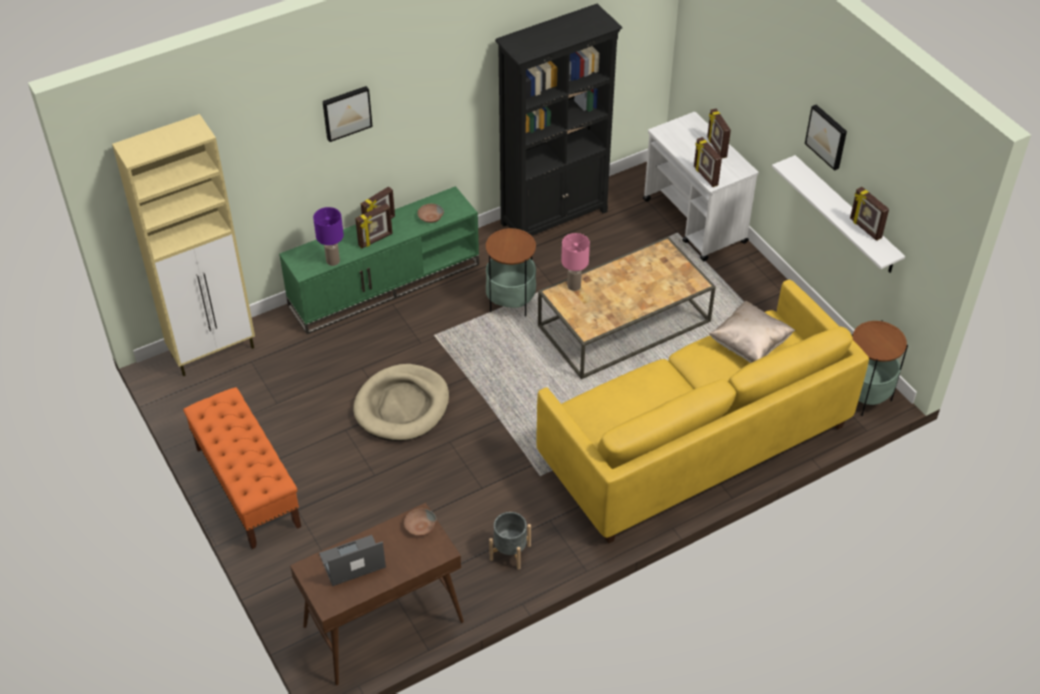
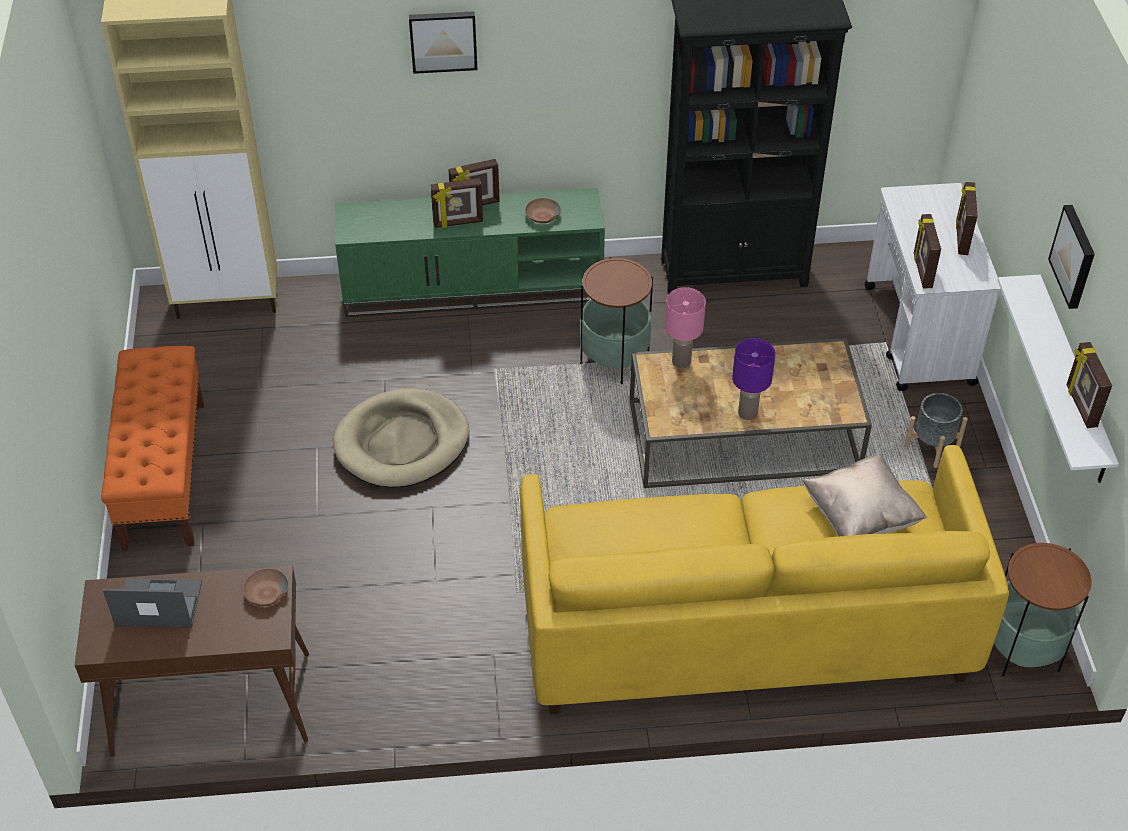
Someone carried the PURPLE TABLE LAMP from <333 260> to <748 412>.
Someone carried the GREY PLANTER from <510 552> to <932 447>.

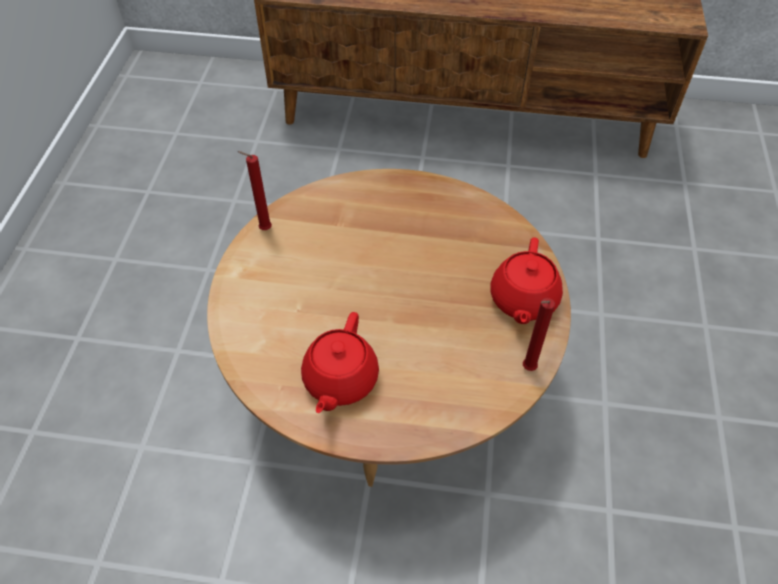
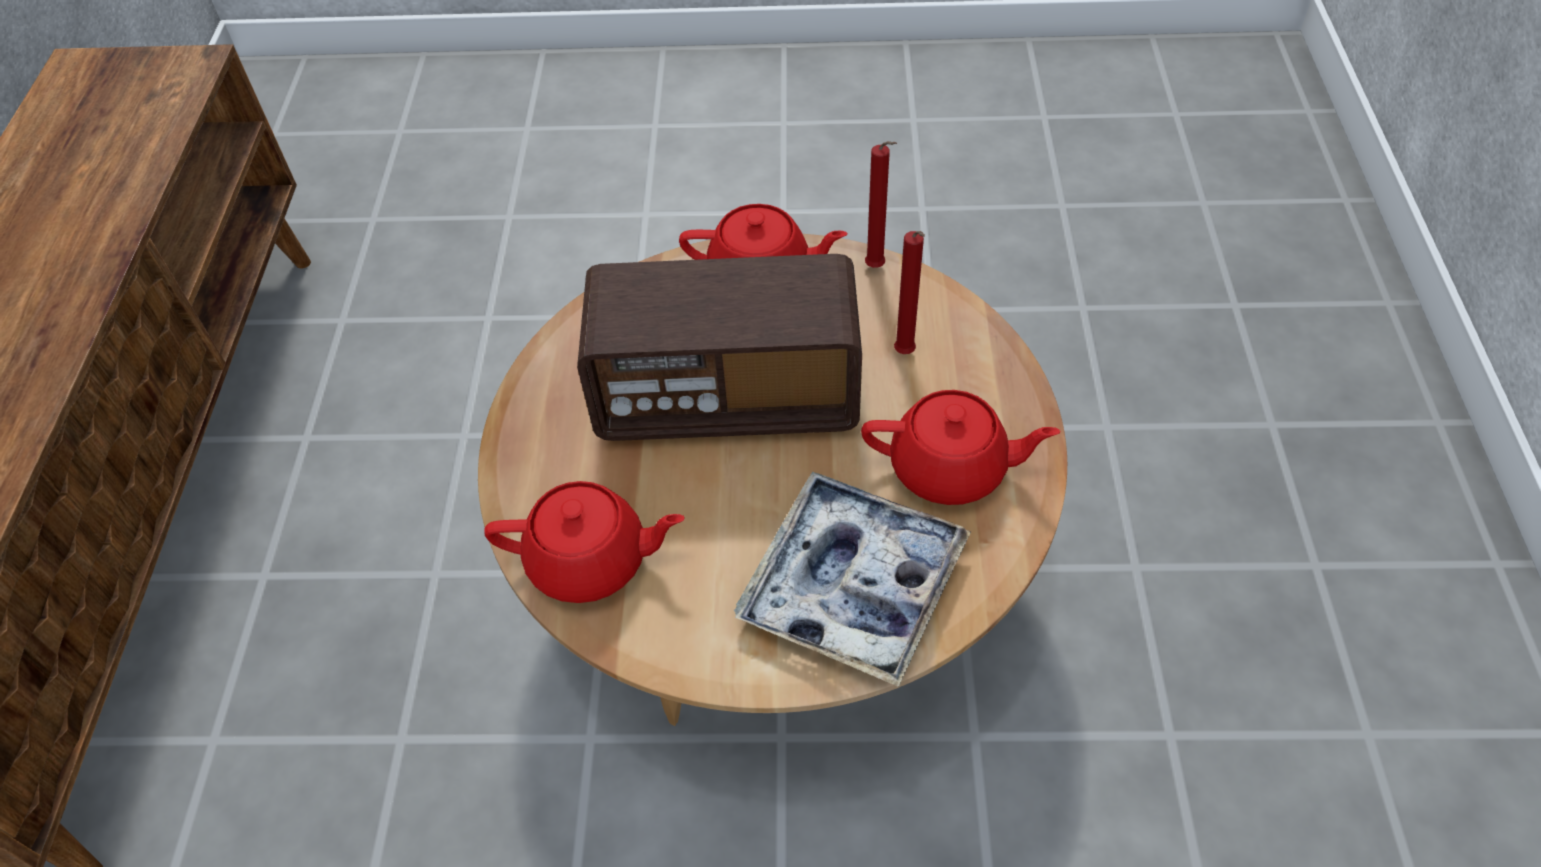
Someone carried the RED CANDLE from <263 229> to <905 355>.
Someone put down the RADIO at <727 397>.
Someone put down the TRAY at <852 586>.
Someone put down the RED TEAPOT at <591 561>.

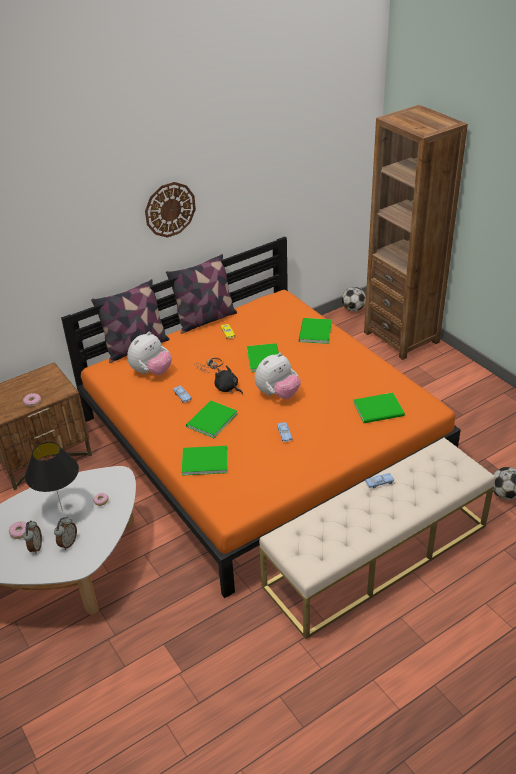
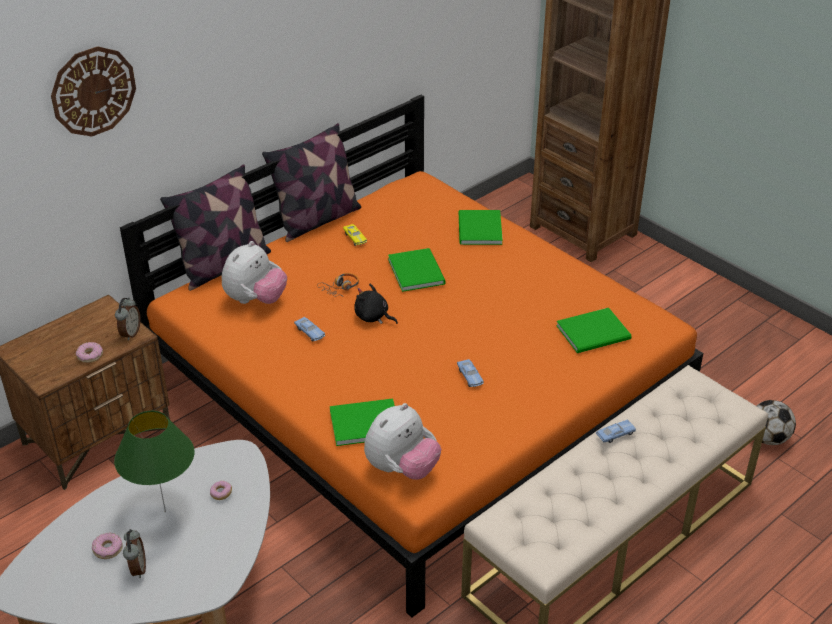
Someone carried the WALL CLOCK from <170 209> to <93 91>.
Someone took away the FOOTBALL at <353 309>.
Someone carried the PLUSH TOY from <277 394> to <402 469>.
Someone took away the GREEN BOOK at <210 420>.
Someone repainted the BLACK TABLE LAMP at <62 510>, which became the GREEN TABLE LAMP at <165 512>.
Someone carried the ALARM CLOCK from <68 543> to <130 333>.

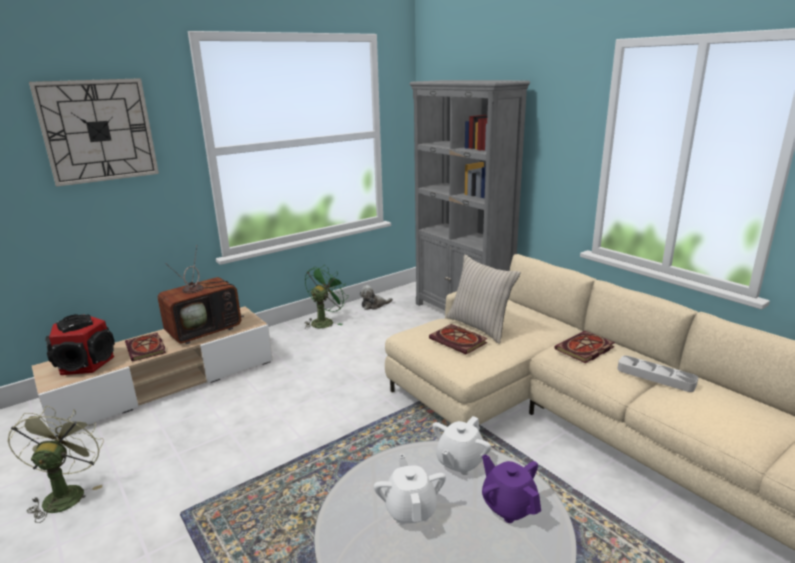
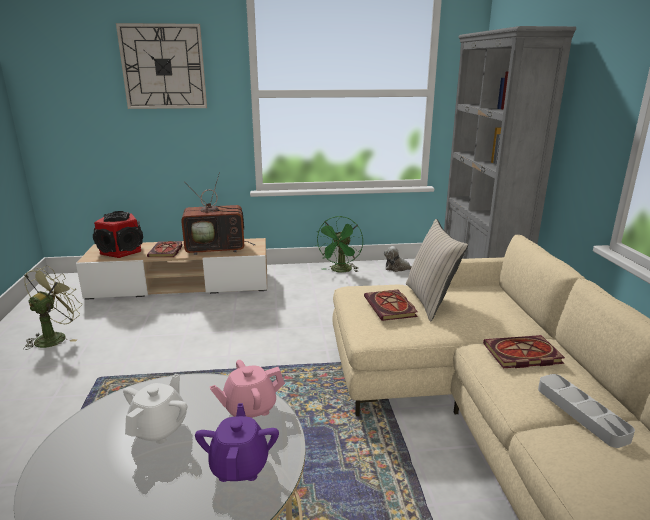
Someone rotated the GREEN FAN at <324 321> by 135 degrees clockwise.
Someone repainted the WHITE TEAPOT at <460 462>, which became the PINK TEAPOT at <249 408>.

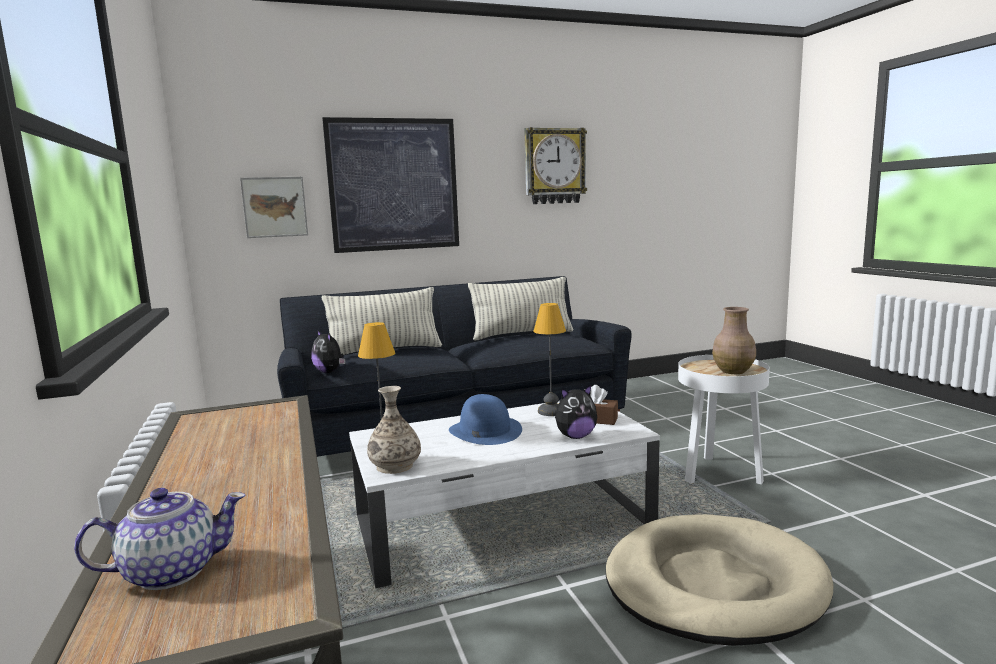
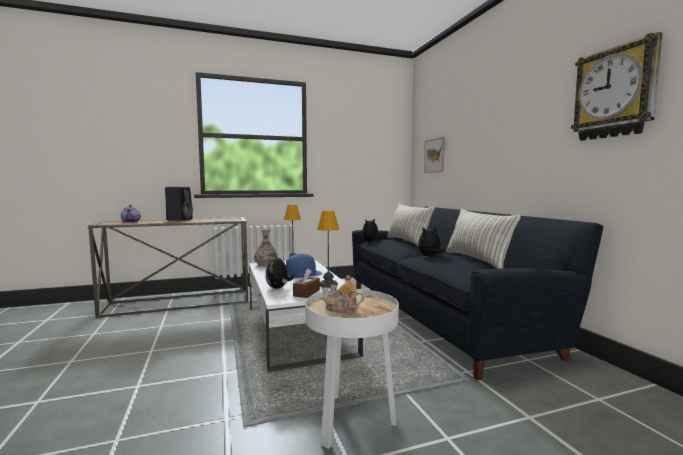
Someone took away the PICTURE at <394 185>.
Someone swapped the BROWN VASE at <733 371> for the TEAPOT at <341 309>.
Someone took away the BEIGE DOG BED at <713 584>.
Someone put down the BLACK SPEAKER at <179 219>.
Someone put down the PLUSH TOY at <430 256>.

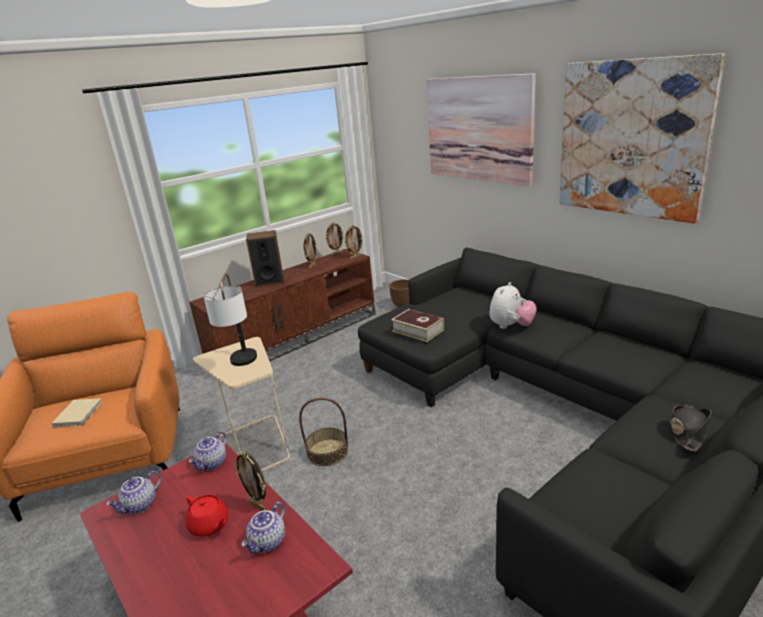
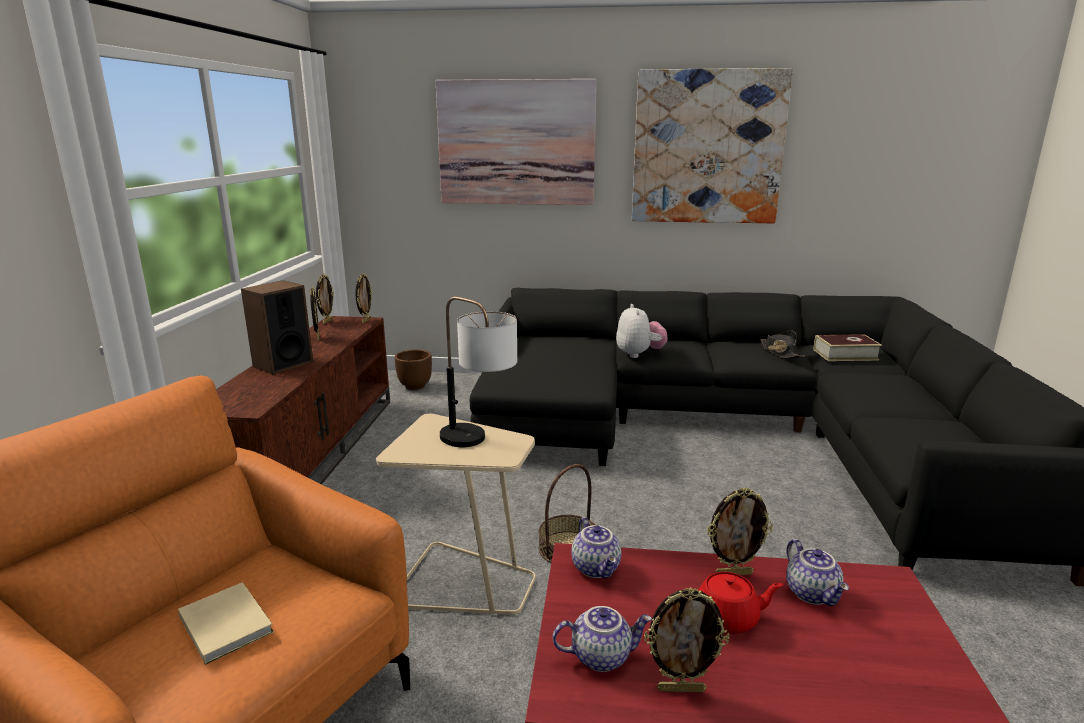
Someone carried the BOOK from <418 330> to <845 355>.
Someone carried the BLACK HAT from <688 431> to <780 352>.
Someone rotated the TEAPOT at <140 505> by 90 degrees counterclockwise.
Someone put down the PICTURE FRAME at <681 689>.

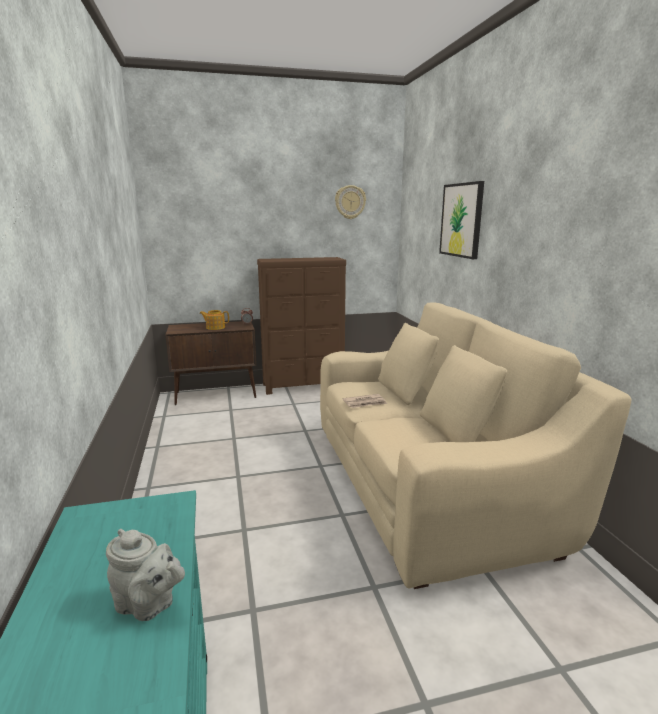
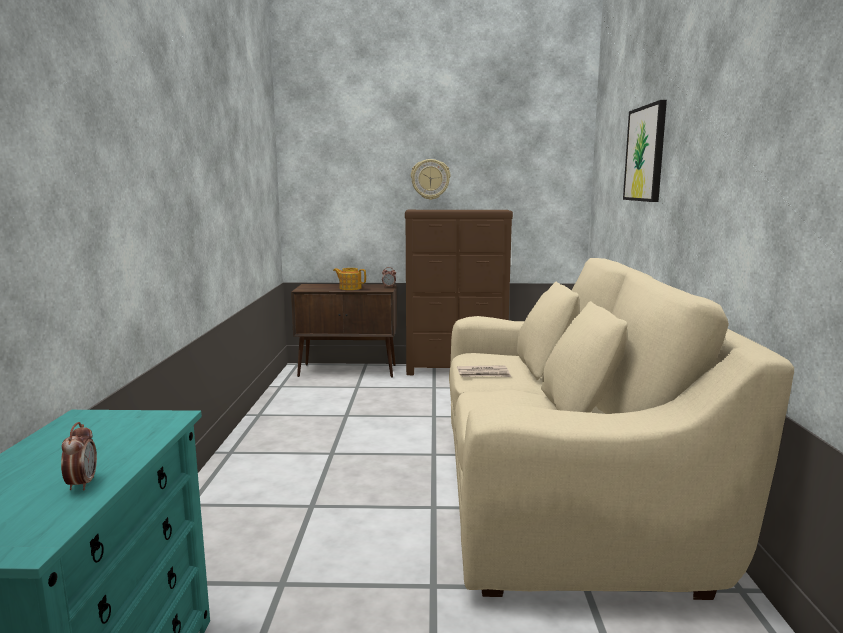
Someone carried the WALL CLOCK from <350 202> to <430 179>.
Someone swapped the GREY TEAPOT at <148 605> for the ALARM CLOCK at <82 484>.

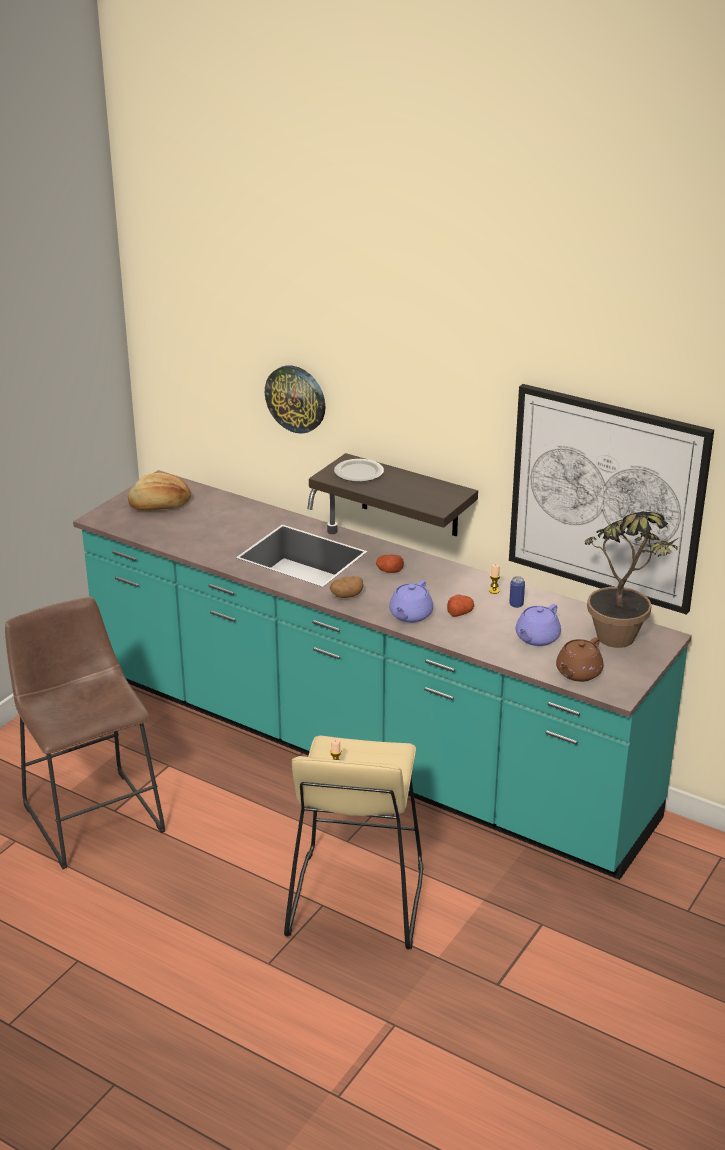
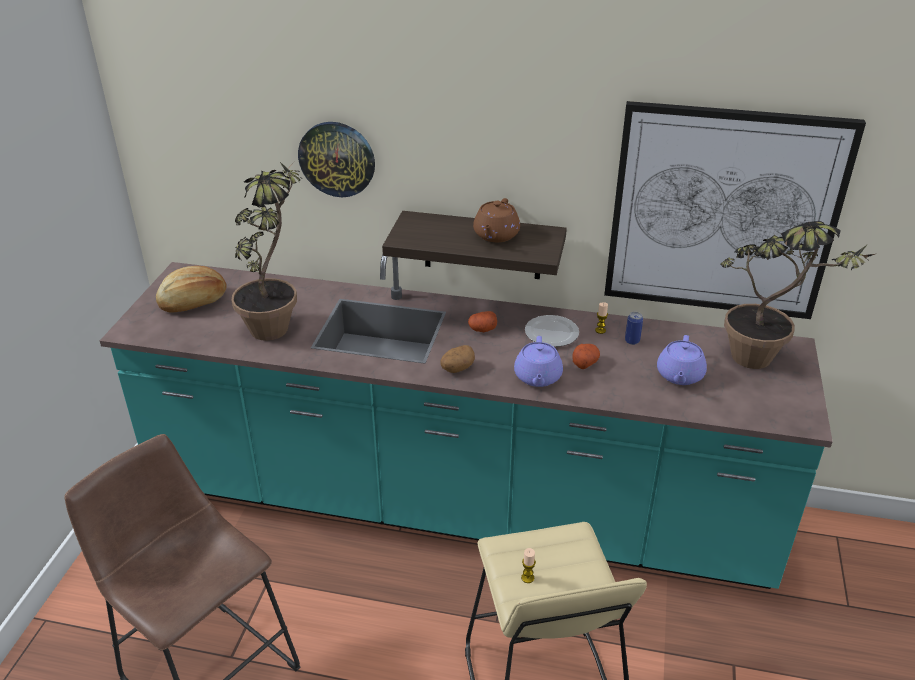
Someone carried the PLATE from <358 473> to <552 334>.
Someone carried the BROWN TEAPOT from <578 673> to <495 235>.
Someone put down the POTTED PLANT at <277 322>.

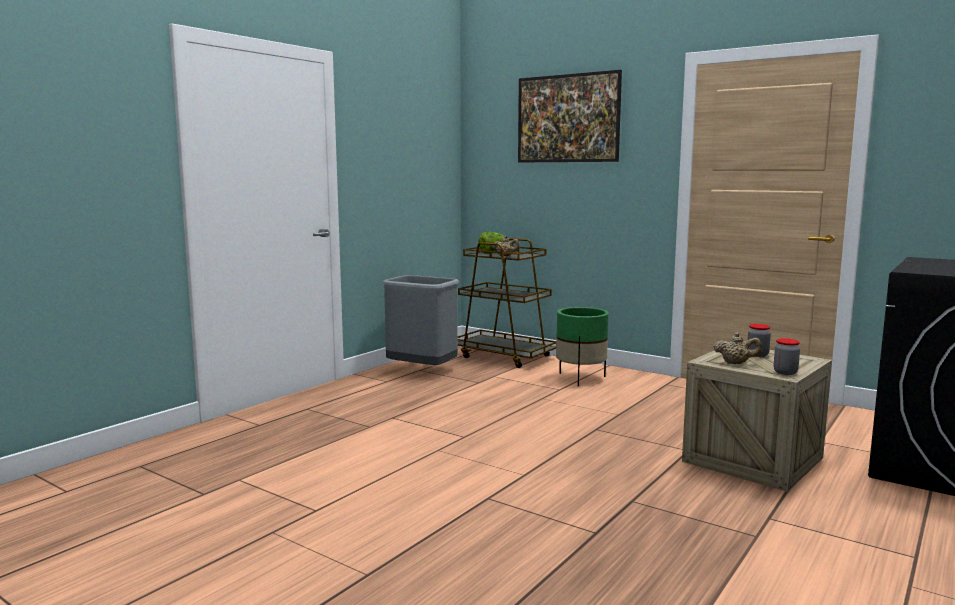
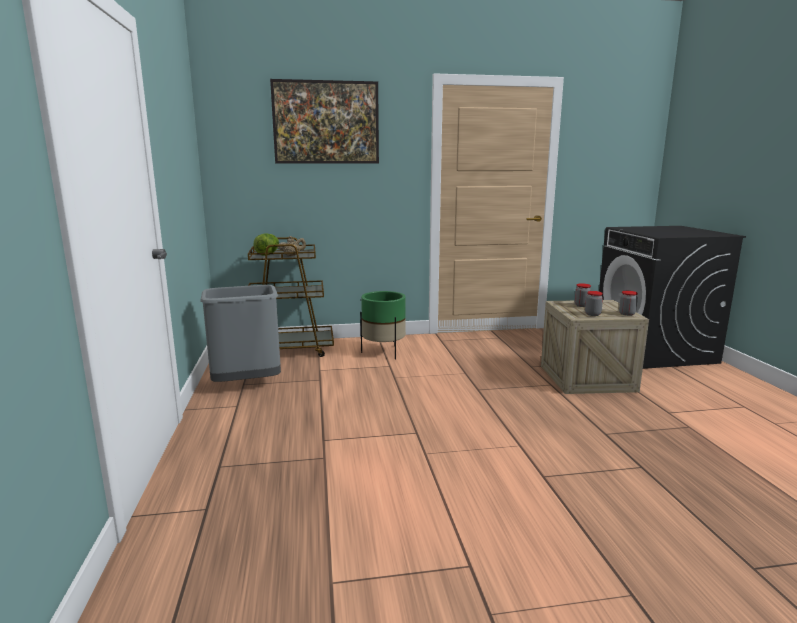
Someone swapped the BEIGE TEAPOT at <736 363> for the JAR at <592 314>.

